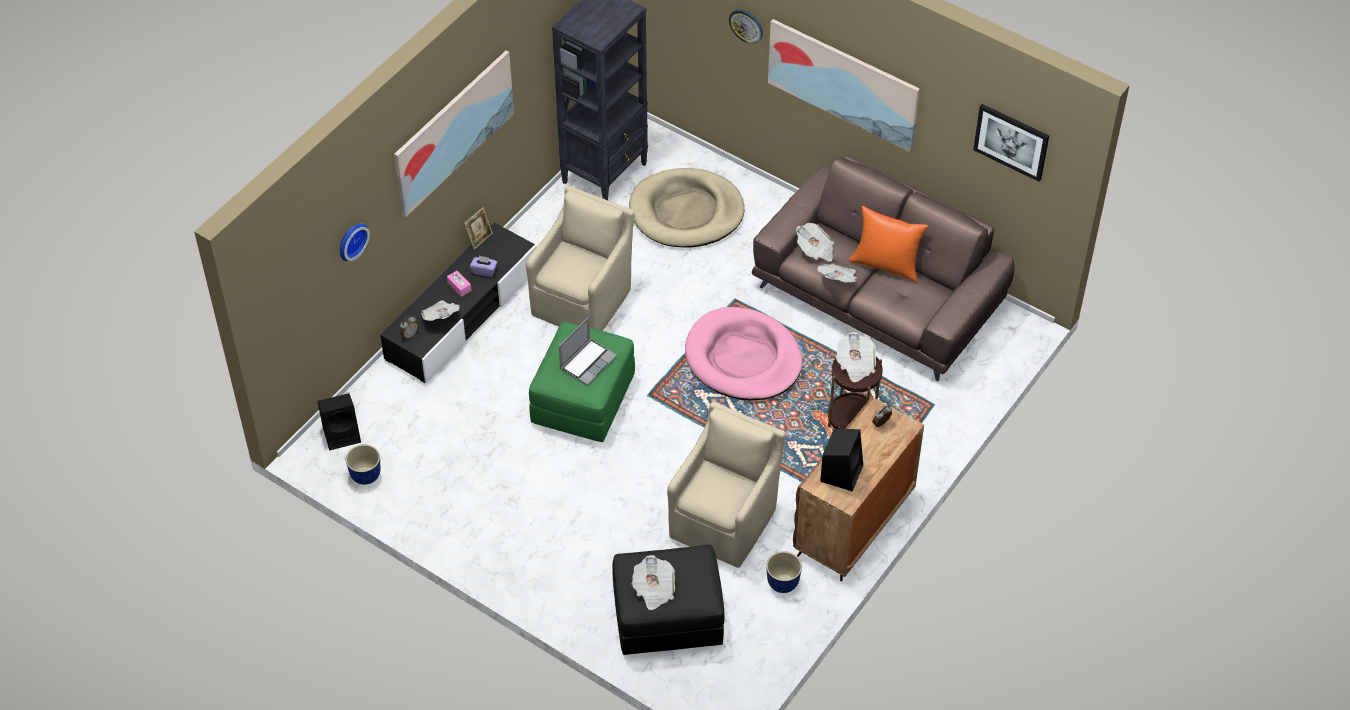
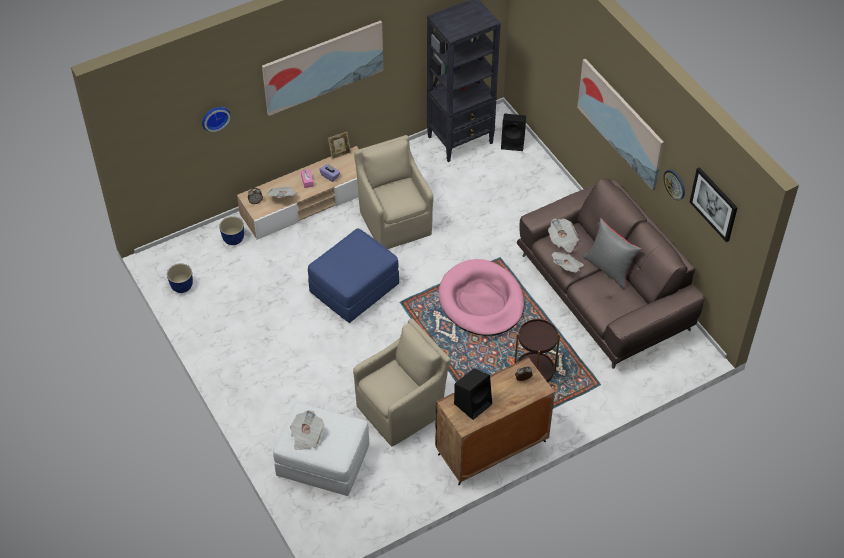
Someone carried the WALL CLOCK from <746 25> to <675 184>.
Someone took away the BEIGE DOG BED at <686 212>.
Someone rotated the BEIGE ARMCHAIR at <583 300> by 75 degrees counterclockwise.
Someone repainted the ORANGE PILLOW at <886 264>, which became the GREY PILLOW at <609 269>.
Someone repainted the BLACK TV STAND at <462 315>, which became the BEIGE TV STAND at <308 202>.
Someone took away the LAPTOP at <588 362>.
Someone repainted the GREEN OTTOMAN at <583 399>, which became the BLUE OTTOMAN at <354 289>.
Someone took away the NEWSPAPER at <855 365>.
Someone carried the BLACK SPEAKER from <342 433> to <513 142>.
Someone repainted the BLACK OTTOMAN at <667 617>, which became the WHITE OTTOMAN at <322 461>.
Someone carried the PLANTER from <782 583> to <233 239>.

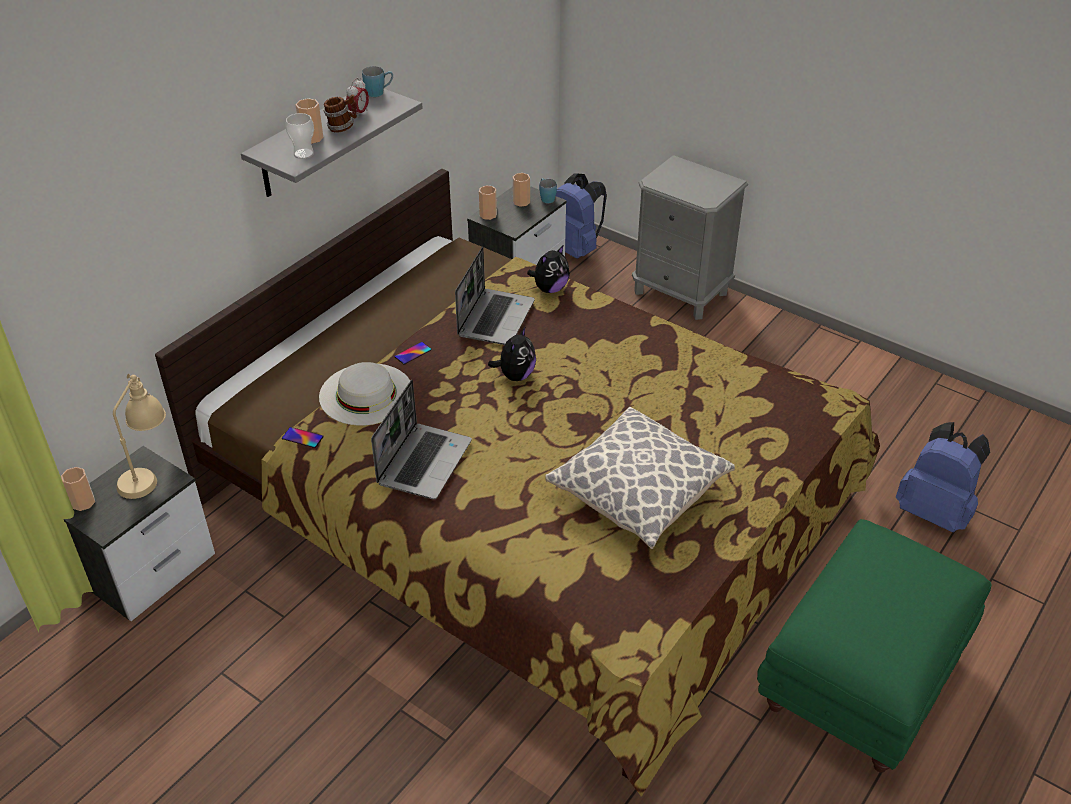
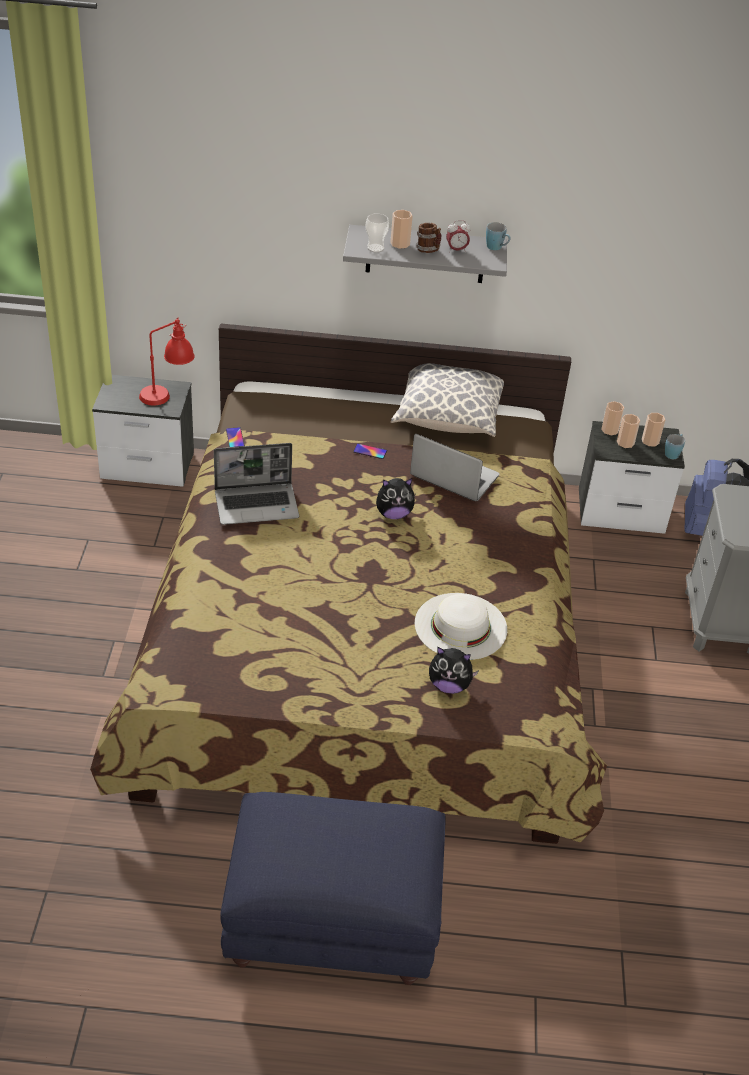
Someone carried the PLUSH TOY from <550 289> to <449 685>.
Someone rotated the LAPTOP at <495 318> by 135 degrees counterclockwise.
Someone carried the WHITE HAT from <366 394> to <460 626>.
Someone repainted the BEIGE TABLE LAMP at <148 473>, which became the RED TABLE LAMP at <168 396>.
Someone carried the PILLOW from <638 494> to <447 416>.
Someone took away the BLUE BACKPACK at <934 512>.
Someone carried the CUP from <83 502> to <625 443>.
Someone repainted the GREEN OTTOMAN at <862 677>, which became the BLUE OTTOMAN at <334 921>.

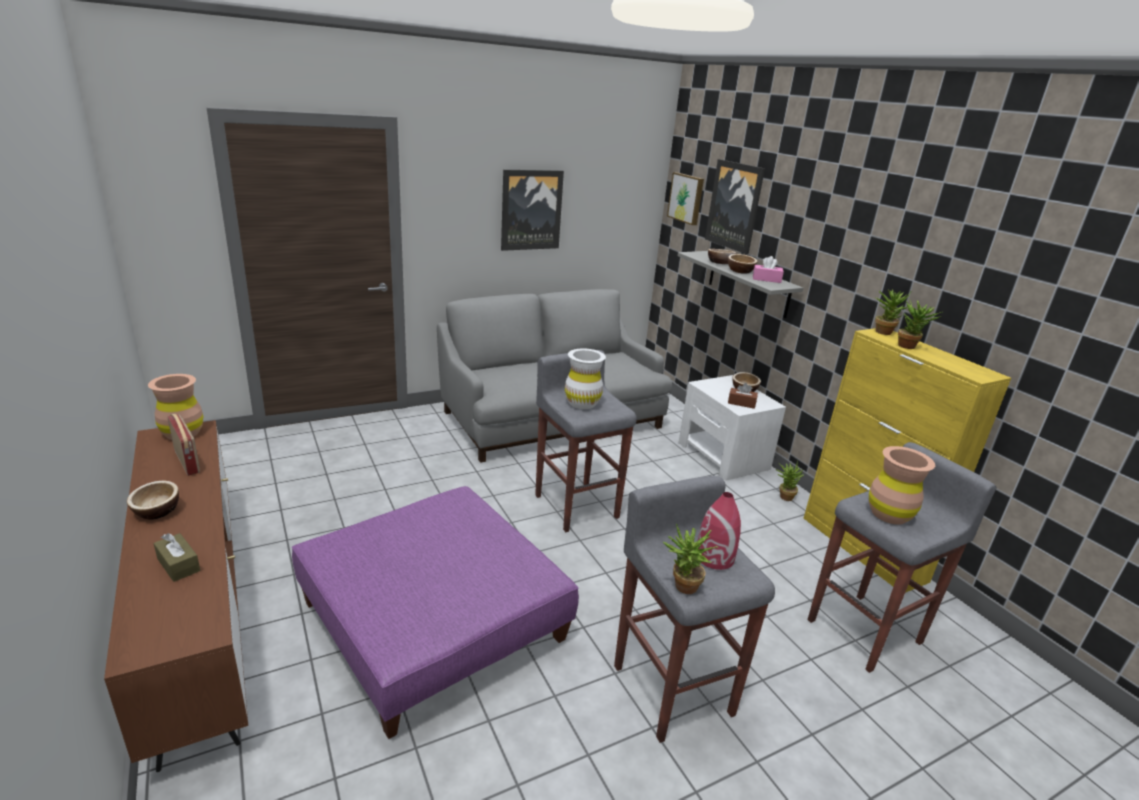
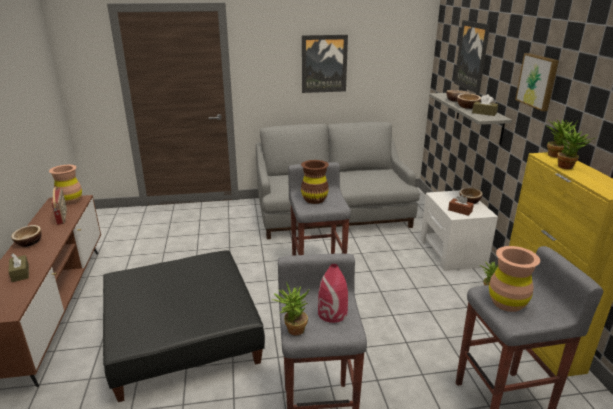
Someone carried the PICTURE from <686 198> to <538 81>.
Someone repainted the PINK TISSUE BOX at <766 279>, which became the BROWN TISSUE BOX at <484 113>.
Someone repainted the WHITE VASE at <582 403>, which became the BROWN VASE at <314 199>.
Someone repainted the PURPLE OTTOMAN at <433 621>, which became the BLACK OTTOMAN at <182 336>.

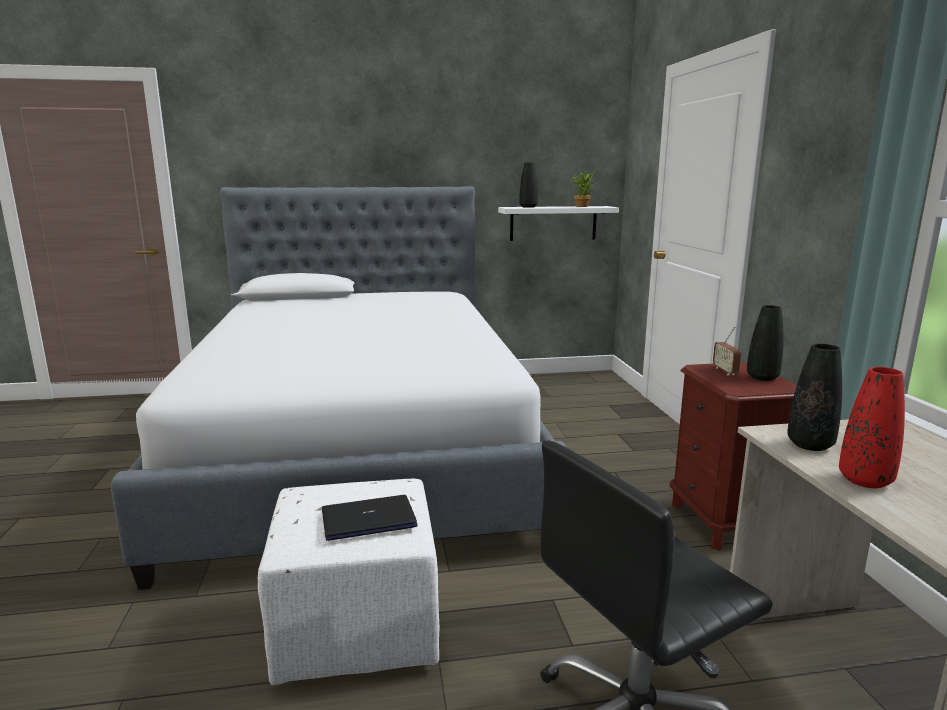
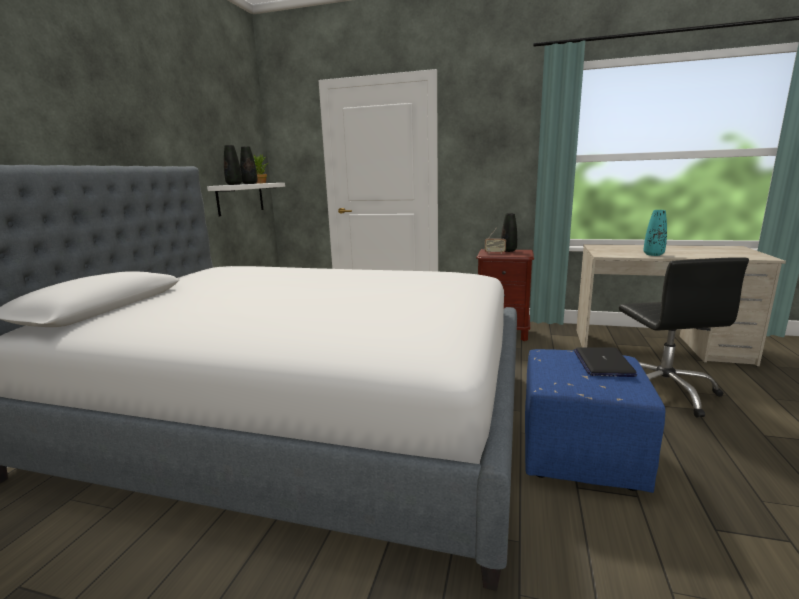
Someone carried the BLACK VASE from <810 445> to <250 184>.
Someone repainted the RED VASE at <865 480>, which became the TURQUOISE VASE at <653 254>.
Someone repainted the WHITE OTTOMAN at <359 627>, which became the BLUE OTTOMAN at <578 453>.

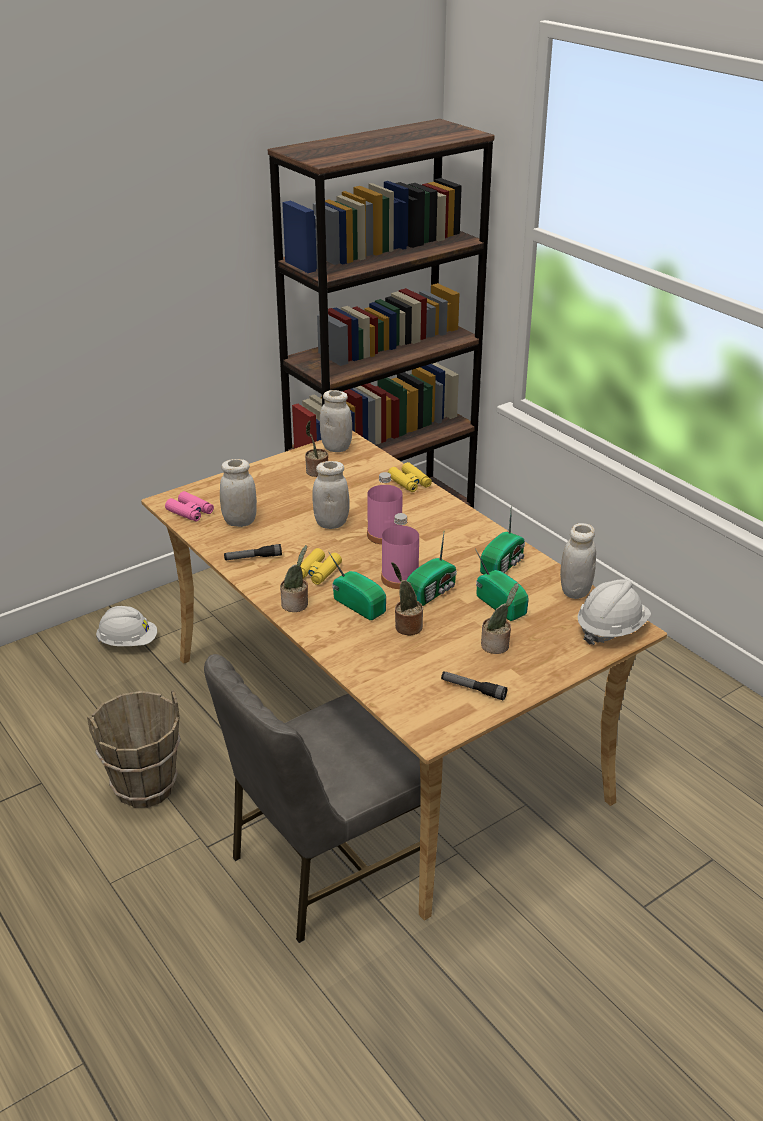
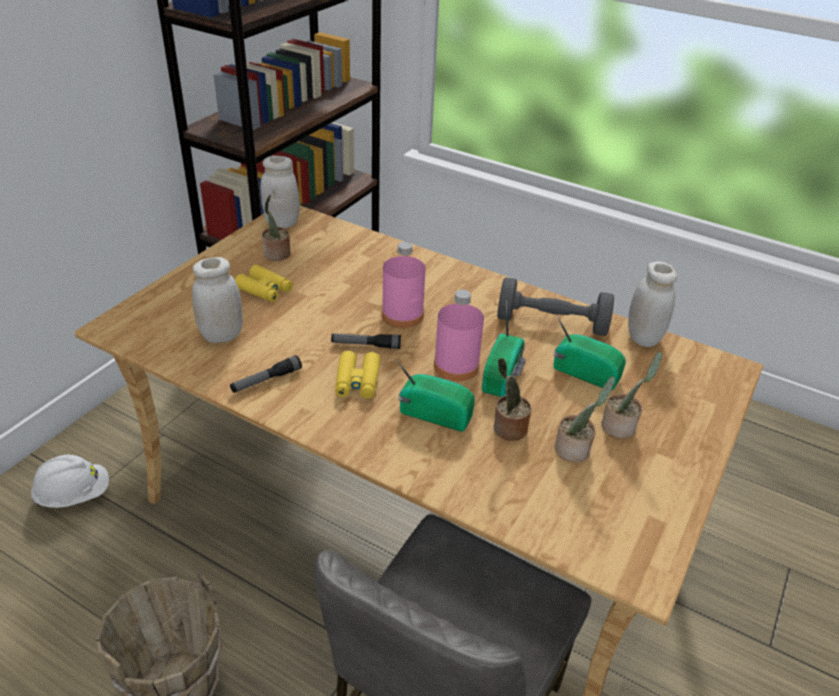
Someone took away the WHITE JAR at <331 523>.
Someone carried the YELLOW BINOCULARS from <409 482> to <264 289>.
Someone took away the PINK BINOCULARS at <190 512>.
Someone swapped the RADIO at <503 565> for the GREY DUMBBELL at <551 323>.
Someone carried the POTTED PLANT from <296 605> to <575 450>.
Someone took away the WHITE HARD HAT at <611 629>.
Someone carried the FLASHLIGHT from <473 689> to <366 345>.

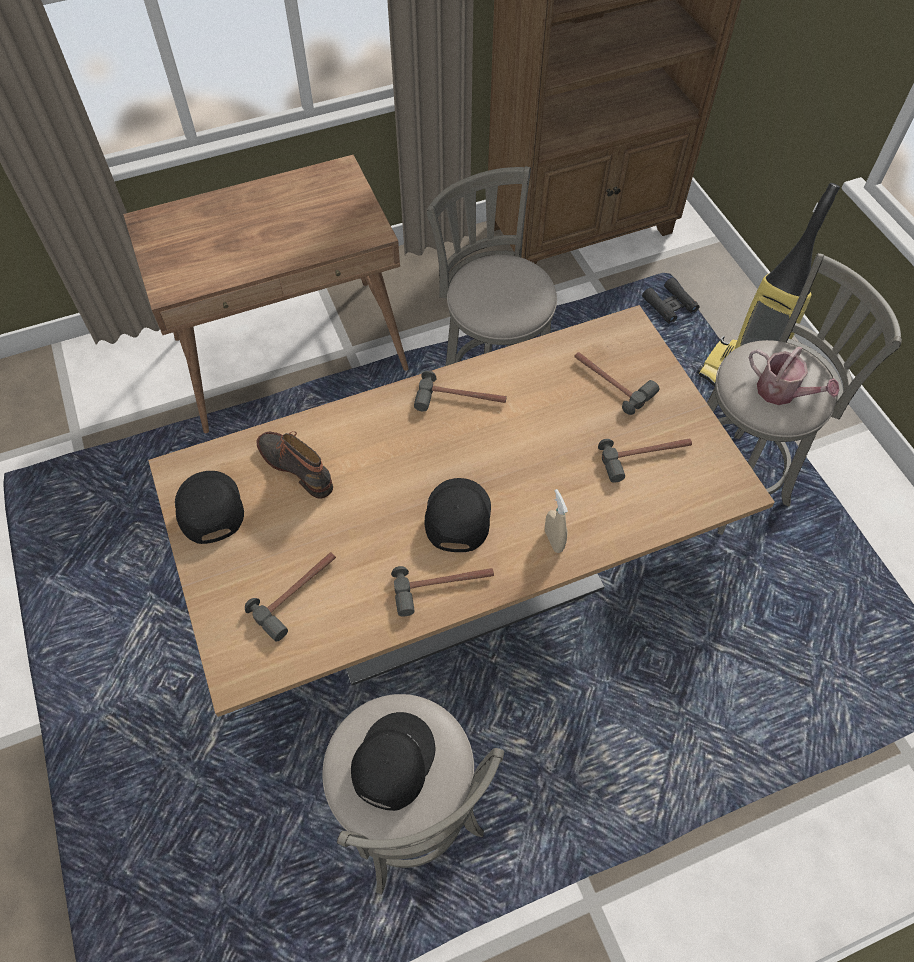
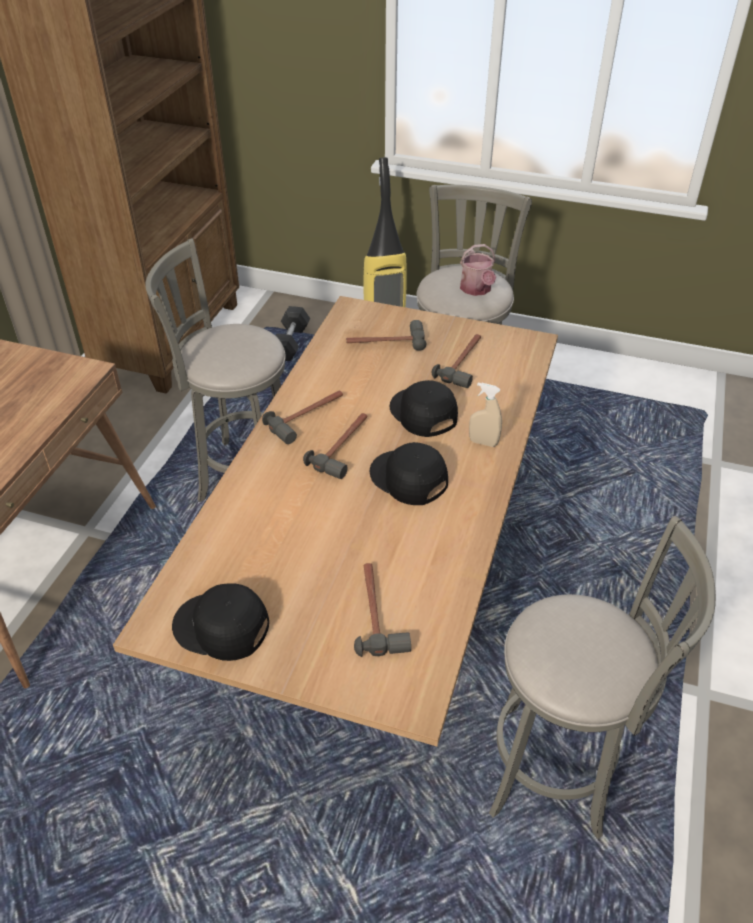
Someone swapped the BLACK BINOCULARS at <669 305> for the GREY DUMBBELL at <290 343>.
Someone rotated the WATERING CAN at <782 392> by 90 degrees clockwise.
Someone took away the BOOT at <297 466>.
Someone carried the HAMMER from <444 587> to <344 447>.
Someone carried the BLACK CAP from <392 761> to <422 413>.

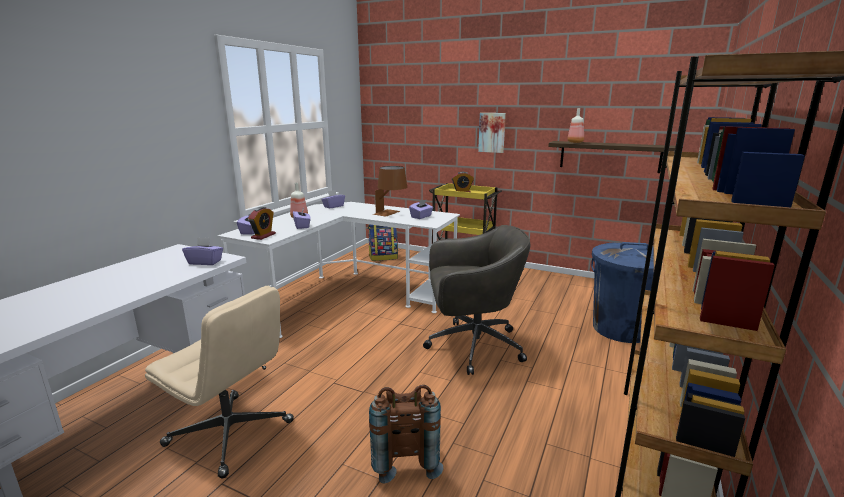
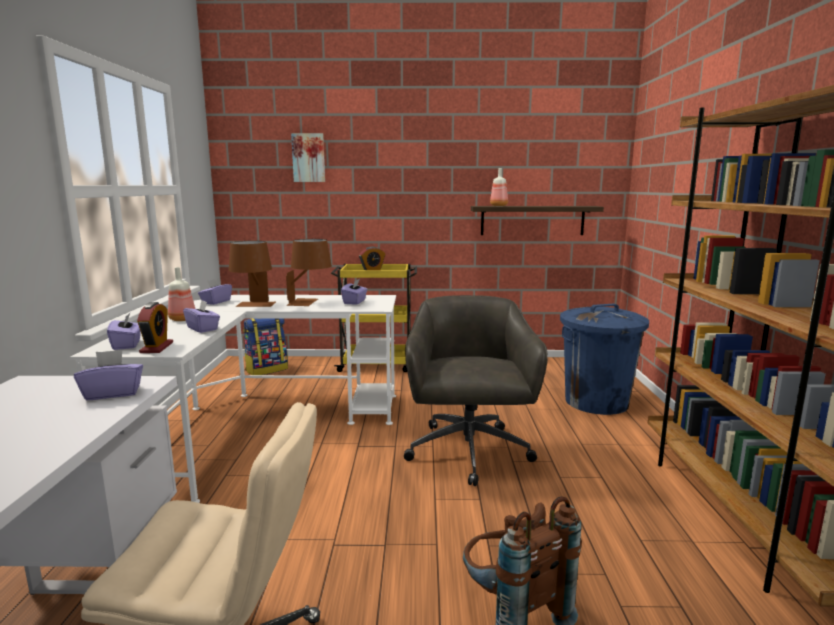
Someone carried the PICTURE from <492 132> to <308 158>.
Someone rotated the GREY OFFICE CHAIR at <472 346> by 60 degrees counterclockwise.
Someone put down the BROWN TABLE LAMP at <254 306>.

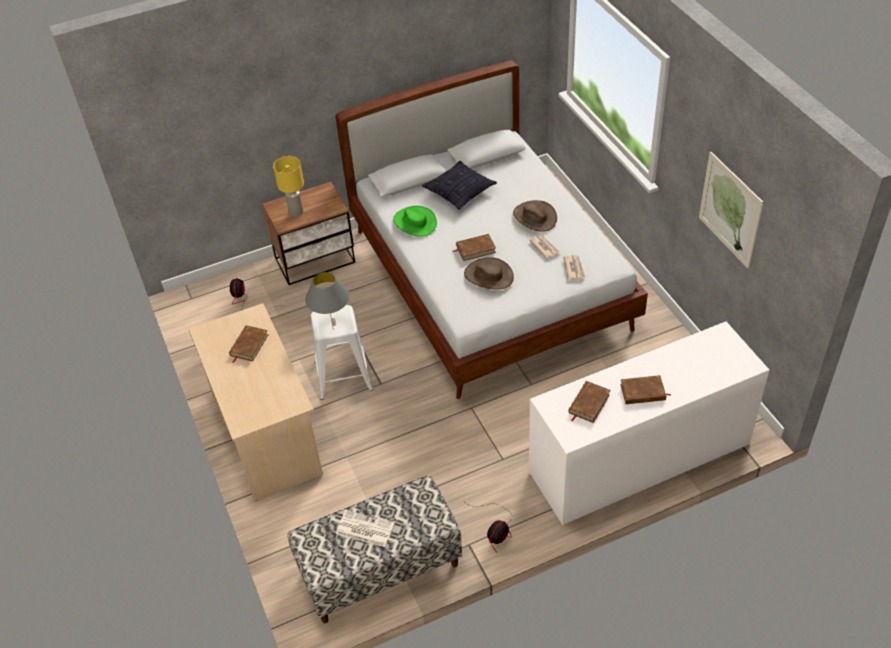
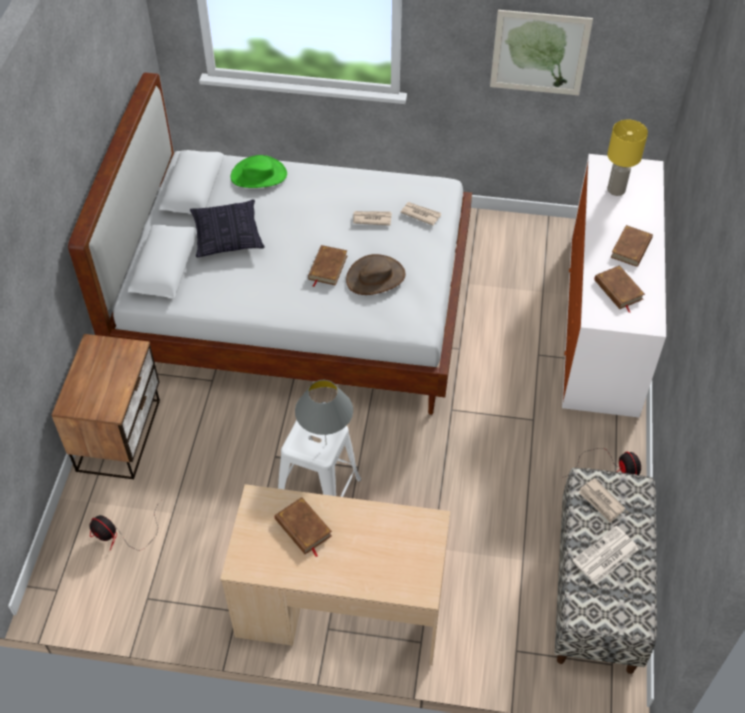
Someone carried the YELLOW TABLE LAMP from <295 212> to <616 190>.
Someone took away the BROWN HAT at <534 217>.
Someone carried the GREEN HAT from <415 222> to <259 175>.
Someone put down the NEWSPAPER at <601 501>.

